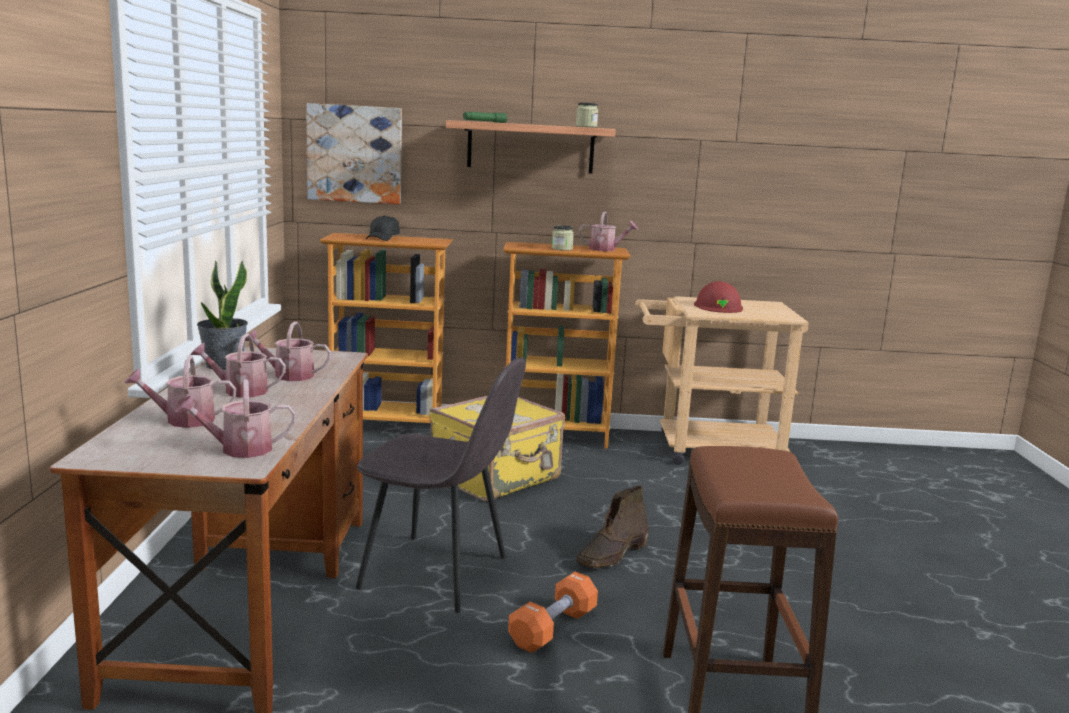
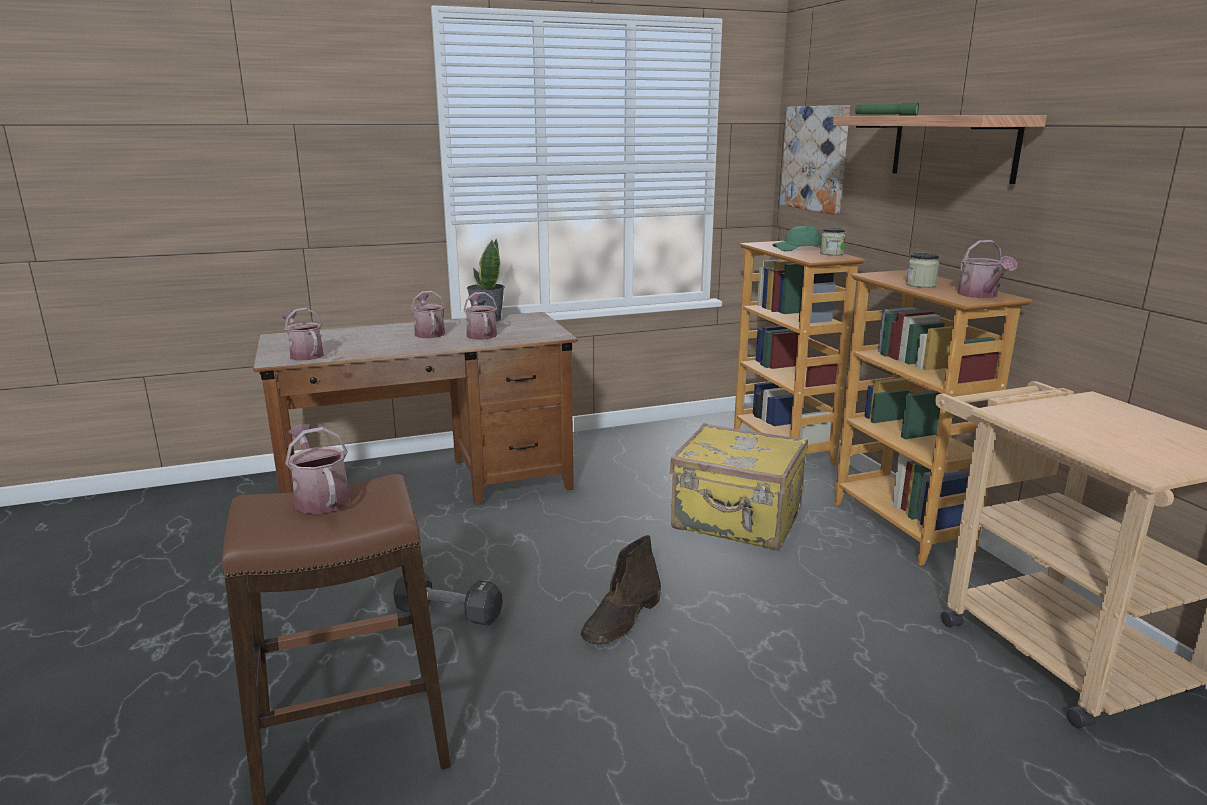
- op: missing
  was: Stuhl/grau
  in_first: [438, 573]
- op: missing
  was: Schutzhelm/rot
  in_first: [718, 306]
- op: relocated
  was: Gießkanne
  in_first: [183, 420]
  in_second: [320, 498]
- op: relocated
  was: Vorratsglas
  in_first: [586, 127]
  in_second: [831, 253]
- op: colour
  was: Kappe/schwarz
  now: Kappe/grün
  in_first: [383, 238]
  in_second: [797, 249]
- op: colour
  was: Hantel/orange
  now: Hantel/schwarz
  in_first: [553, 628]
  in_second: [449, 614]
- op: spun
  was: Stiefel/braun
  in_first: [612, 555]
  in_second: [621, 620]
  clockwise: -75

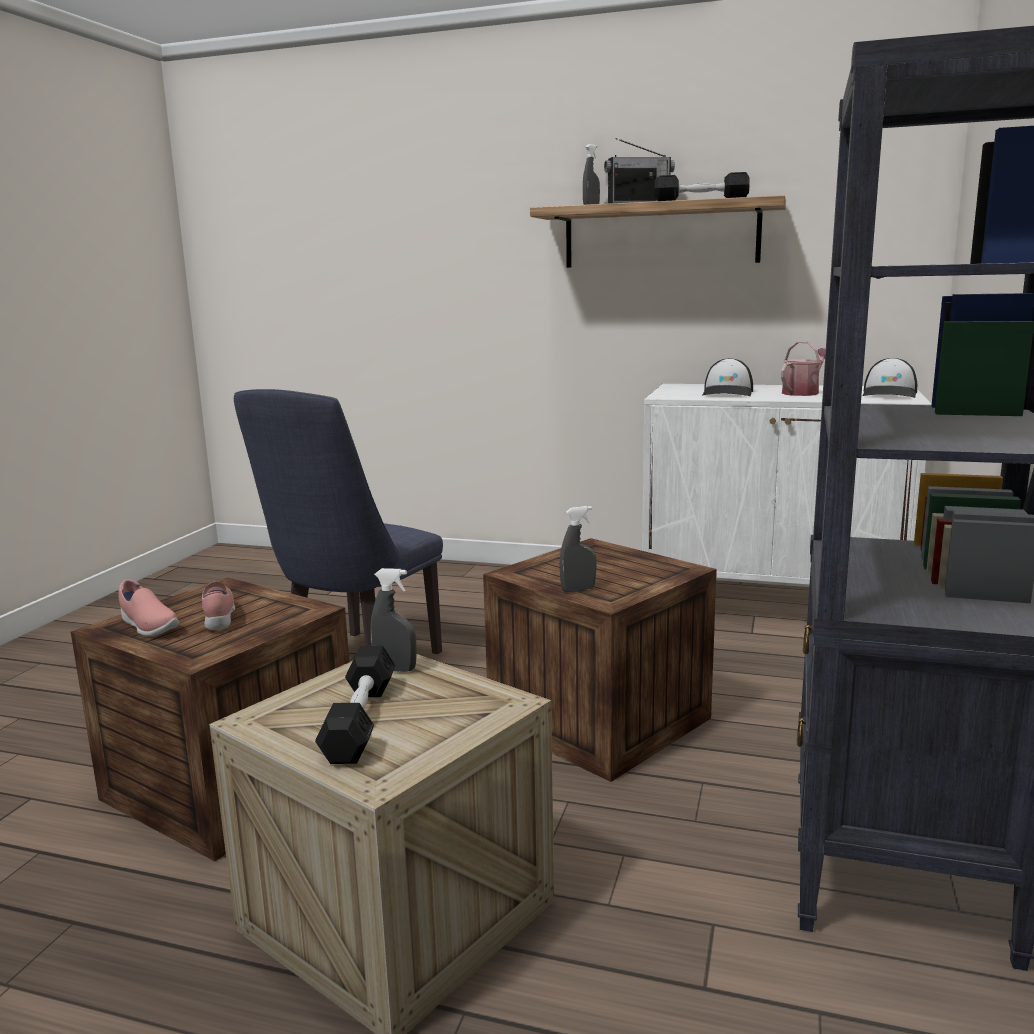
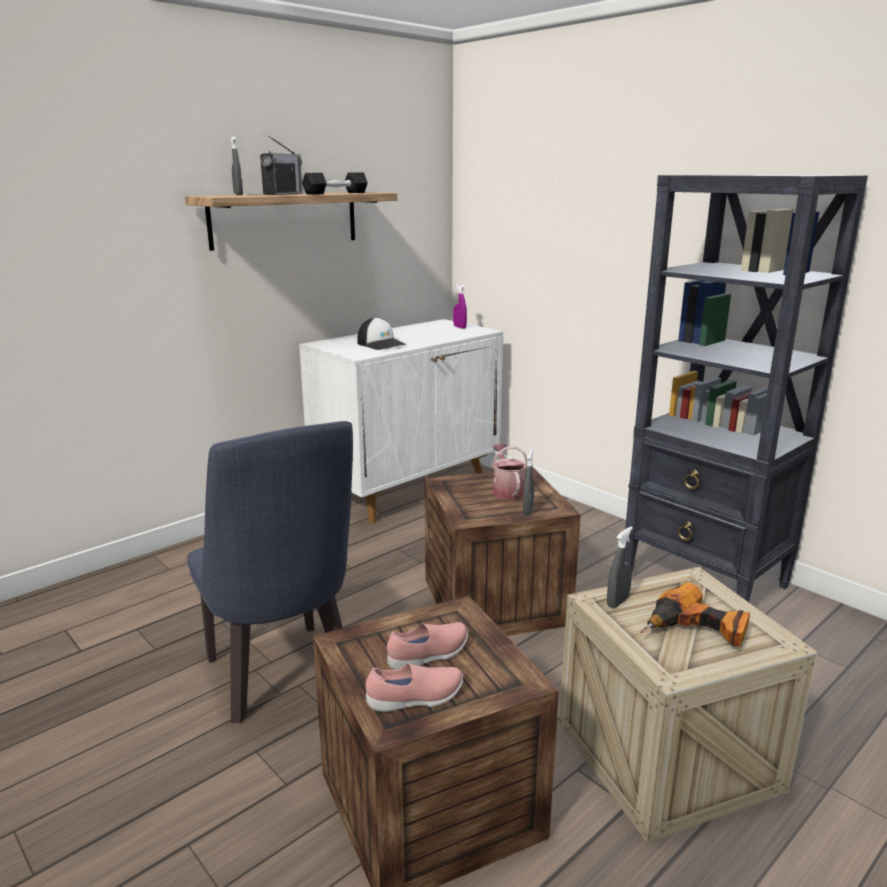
- op: relocated
  was: Gießkanne
  in_first: [803, 393]
  in_second: [507, 490]
- op: exchanged
  was: Hantel/schwarz
  now: Bohrmaschine
  in_first: [360, 721]
  in_second: [696, 632]
- op: exchanged
  was: Kappe
  now: Sprühflasche/lila
  in_first: [890, 394]
  in_second: [459, 327]
- op: spun
  was: Schuh/rosa
  in_first: [219, 616]
  in_second: [429, 656]
  clockwise: 135

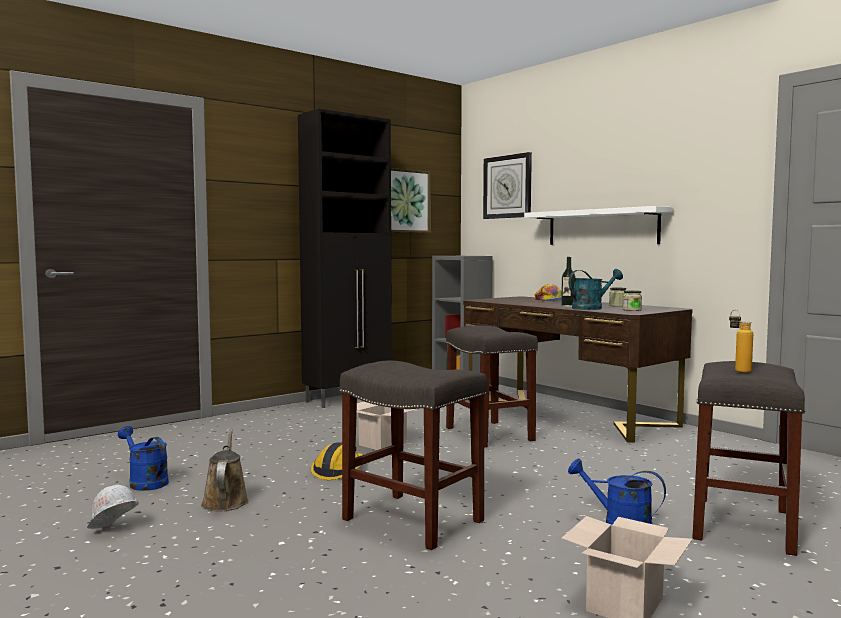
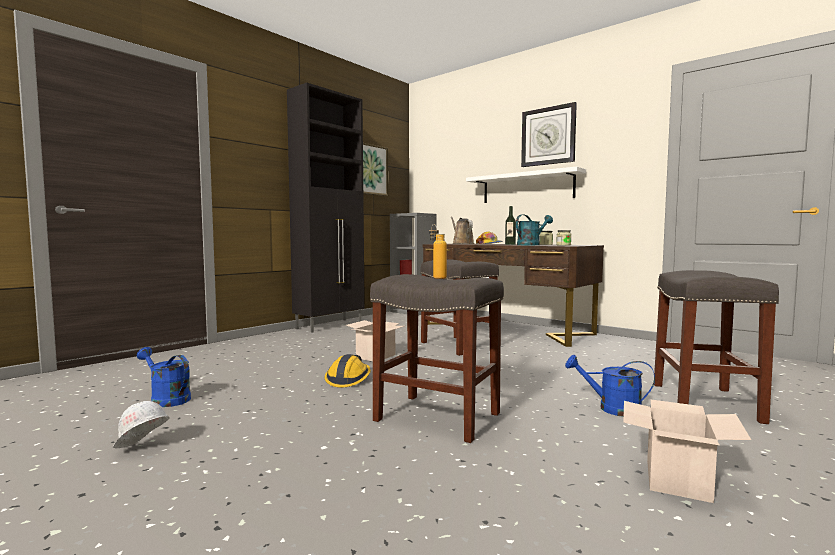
- op: relocated
  was: Gießkanne/braun
  in_first: [225, 501]
  in_second: [462, 244]
- op: relocated
  was: Wanduhr
  in_first: [507, 187]
  in_second: [548, 136]
- op: relocated
  was: Flasche
  in_first: [738, 370]
  in_second: [437, 277]

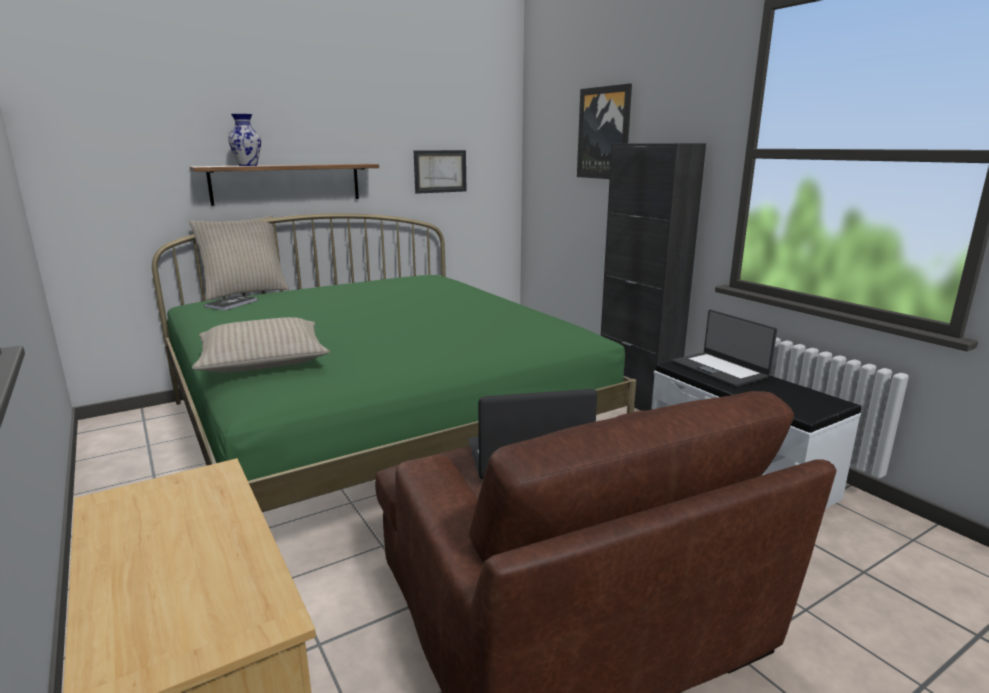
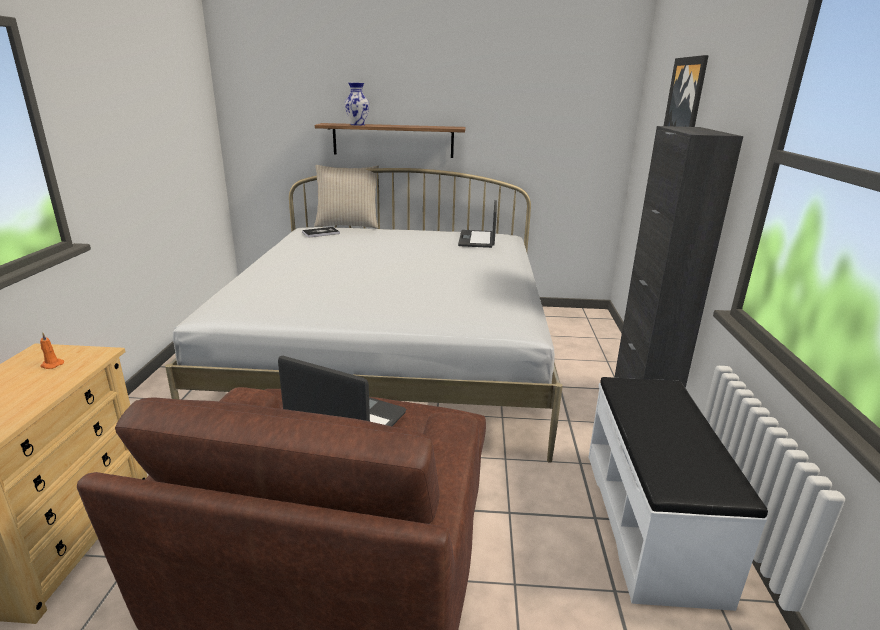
- op: missing
  was: Kissen/beige
  in_first: [263, 360]
- op: missing
  was: Bild
  in_first: [440, 171]
- op: appeared
  now: Kerze/orange
  in_second: [51, 365]
- op: relocated
  was: Laptop
  in_first: [720, 369]
  in_second: [478, 239]
- op: colour
  was: Bett/grün
  now: Bett/weiß
  in_first: [380, 428]
  in_second: [392, 358]

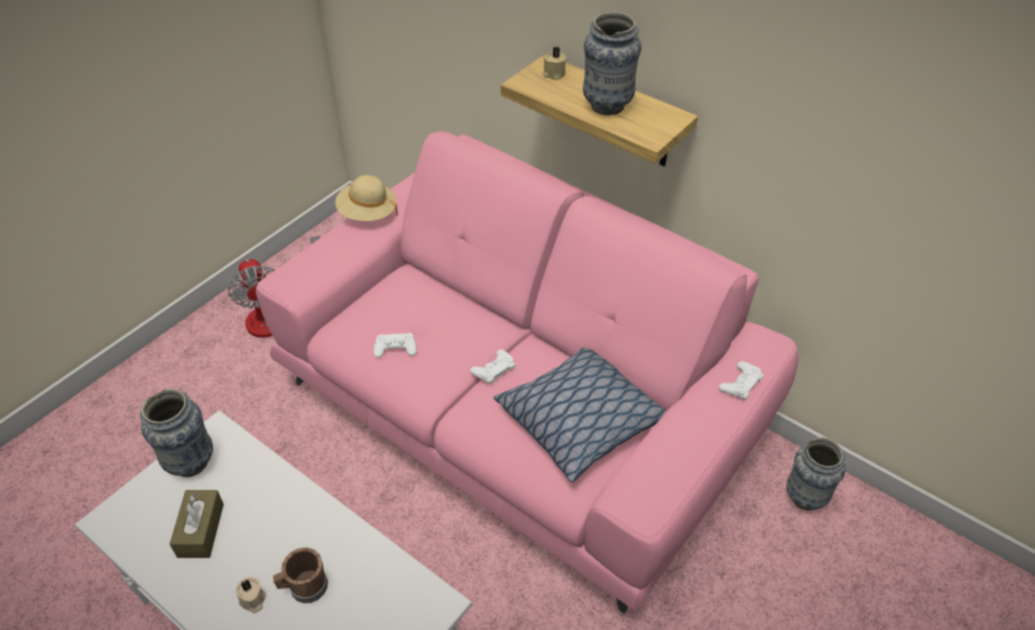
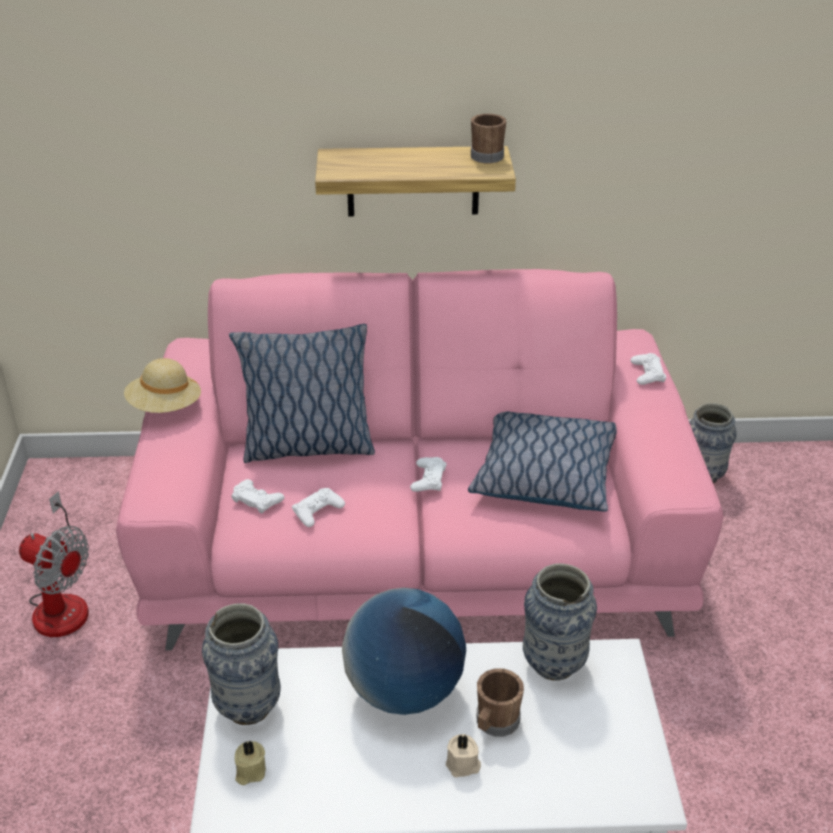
- op: missing
  was: Taschentuchbox/braun
  in_first: [201, 530]
- op: appeared
  now: Kissen
  in_second: [307, 447]
- op: appeared
  now: Gamepad/weiß
  in_second: [257, 499]
- op: appeared
  now: Globus
  in_second: [404, 691]
- op: appeared
  now: Henkelbecher/braun
  in_second: [487, 155]
- op: relocated
  was: Kerze/beige
  in_first: [554, 74]
  in_second: [250, 772]
- op: relocated
  was: Vase
  in_first: [607, 106]
  in_second: [554, 664]

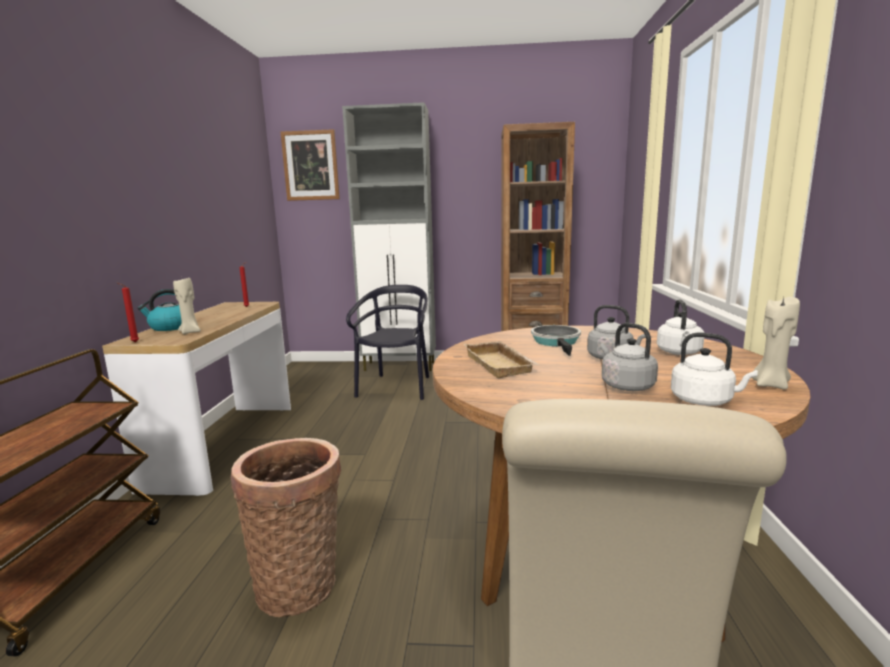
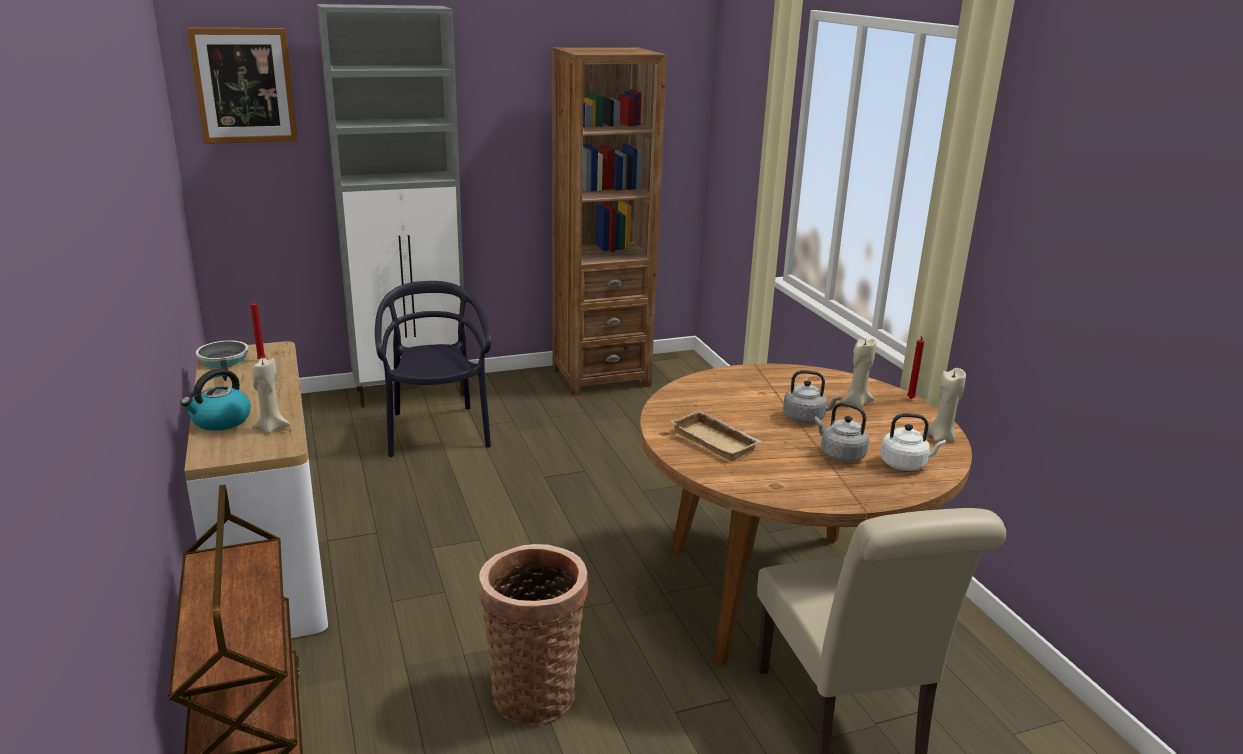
- op: relocated
  was: Kerze/rot
  in_first: [133, 342]
  in_second: [910, 399]
- op: relocated
  was: Pfanne
  in_first: [557, 342]
  in_second: [224, 361]
- op: exchanged
  was: Wasserkessel/weiß
  now: Kerze/beige
  in_first: [679, 353]
  in_second: [856, 402]

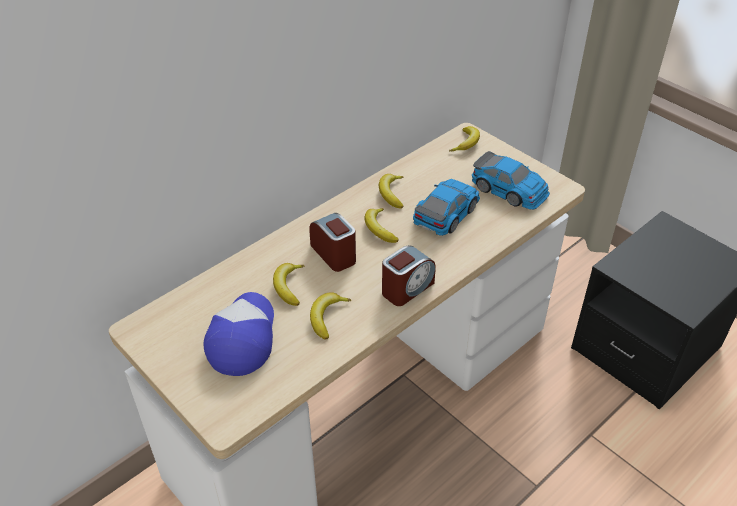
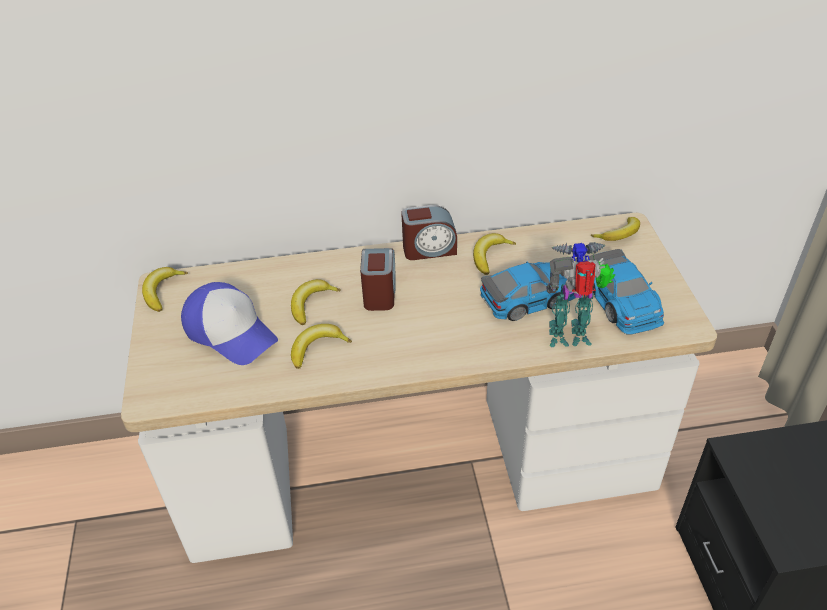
- op: appeared
  now: Spielzeugroboter
  in_second: [571, 337]
- op: relocated
  was: Banane
  in_first: [379, 229]
  in_second: [162, 291]
- op: relocated
  was: Wecker
  in_first: [407, 288]
  in_second: [429, 249]
- op: spun
  was: Kappe
  in_first: [242, 337]
  in_second: [231, 332]
  clockwise: 90

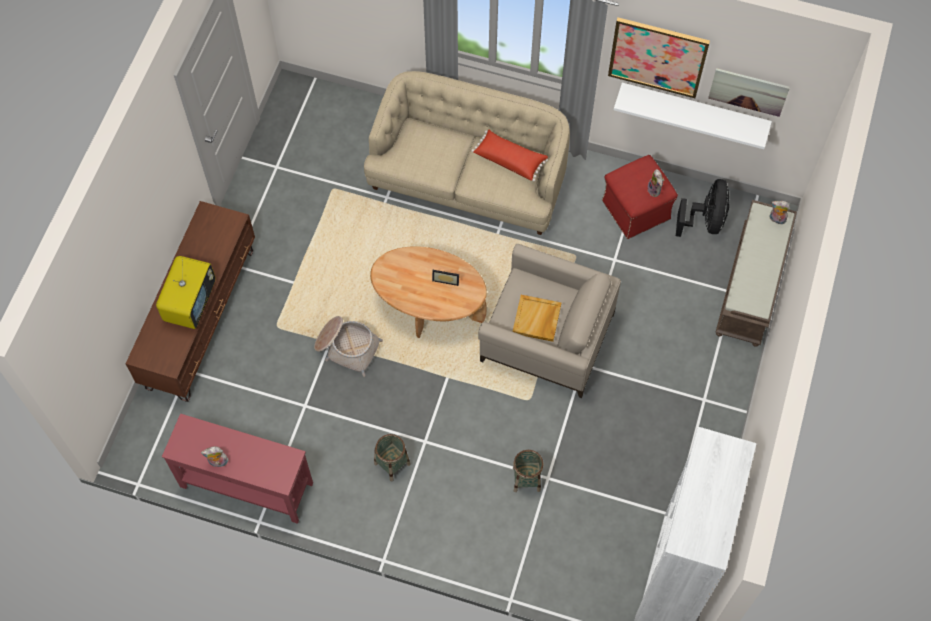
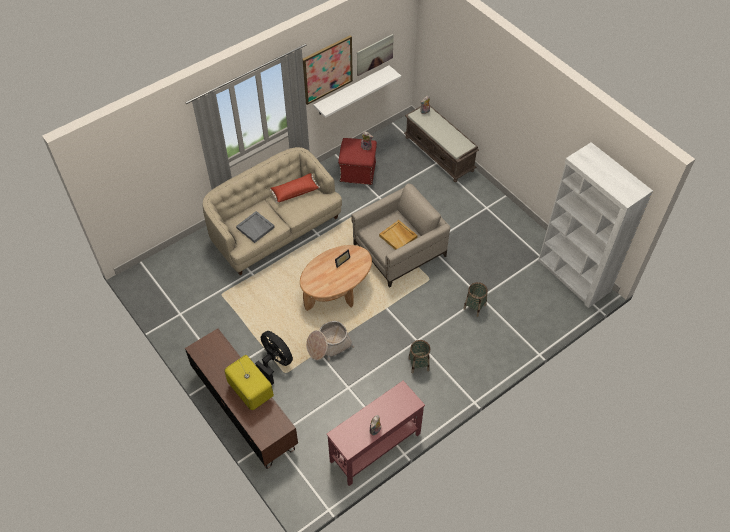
- op: appeared
  now: Tablett/grau
  in_second: [256, 228]
- op: relocated
  was: Ventilator/schwarz
  in_first: [705, 221]
  in_second: [275, 362]

